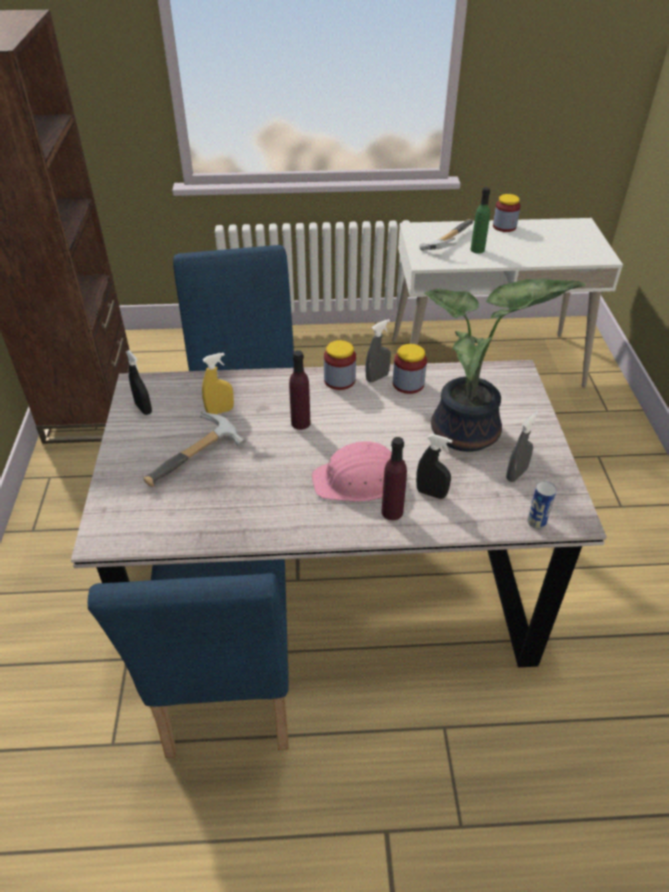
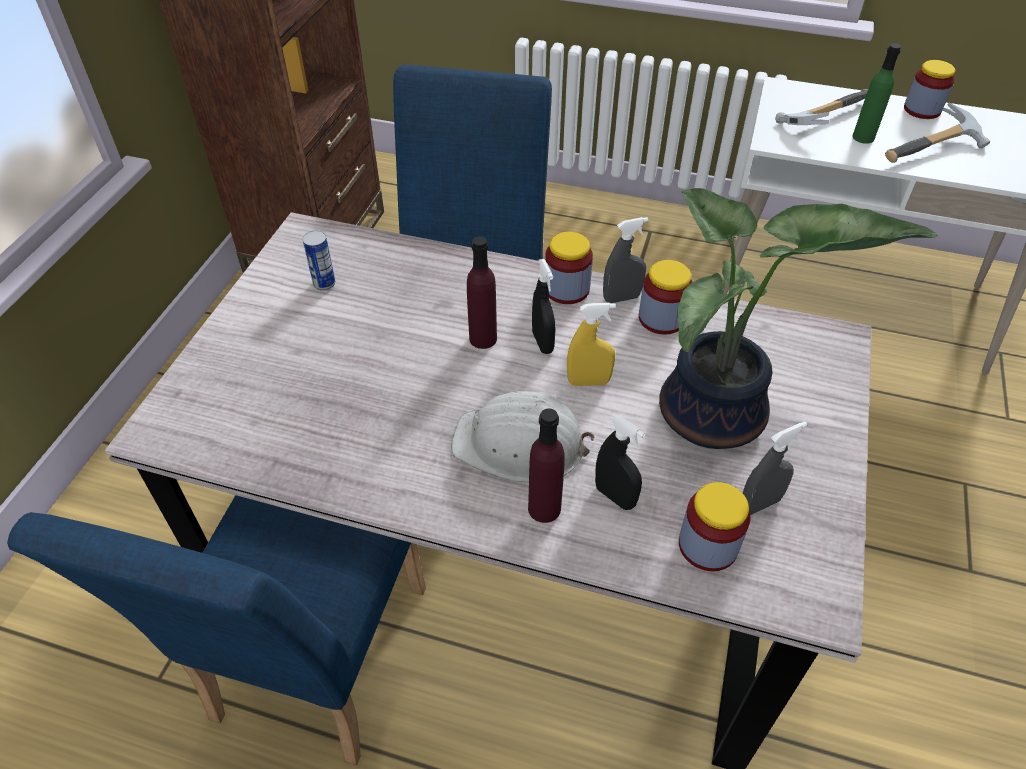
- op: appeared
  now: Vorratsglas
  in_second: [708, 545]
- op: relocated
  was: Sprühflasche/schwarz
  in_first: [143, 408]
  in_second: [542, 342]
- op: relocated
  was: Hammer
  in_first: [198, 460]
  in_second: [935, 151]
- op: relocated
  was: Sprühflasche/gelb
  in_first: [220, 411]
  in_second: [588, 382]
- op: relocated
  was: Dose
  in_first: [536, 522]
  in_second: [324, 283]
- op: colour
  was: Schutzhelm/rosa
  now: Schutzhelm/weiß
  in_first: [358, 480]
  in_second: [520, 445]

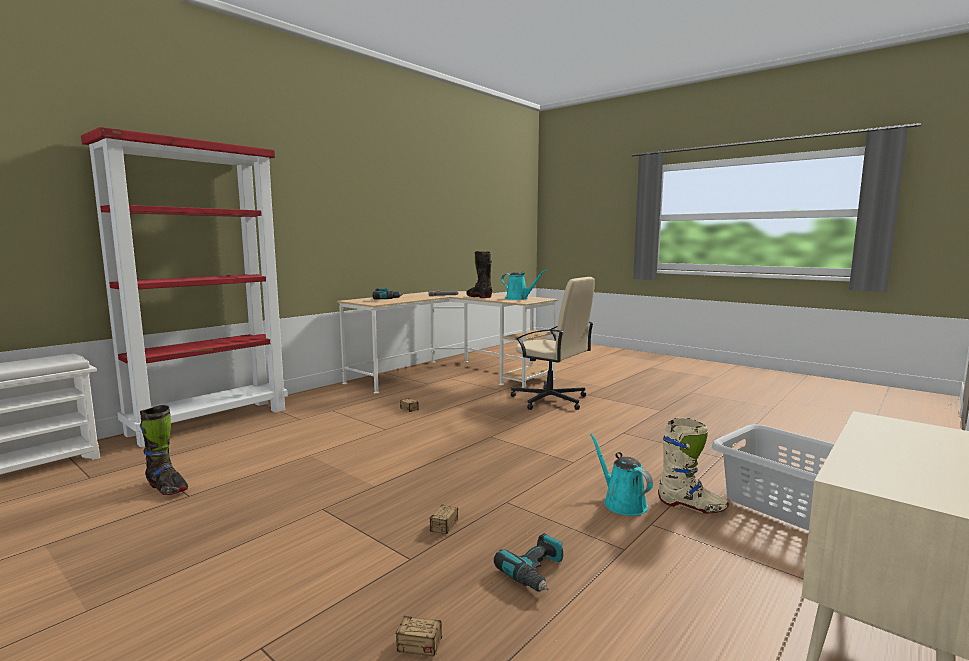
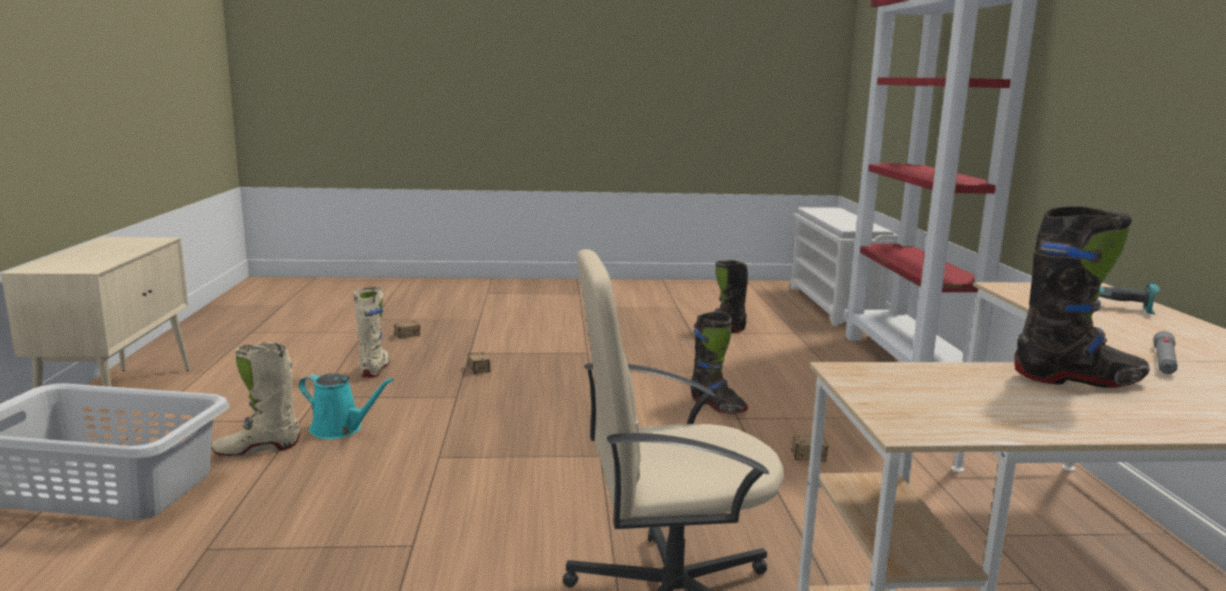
- op: missing
  was: Gießkanne/türkis
  in_first: [519, 298]
- op: appeared
  now: Stiefel/schwarz
  in_second: [717, 406]
- op: exchanged
  was: Bohrmaschine
  now: Stiefel/beige
  in_first: [536, 572]
  in_second: [375, 369]

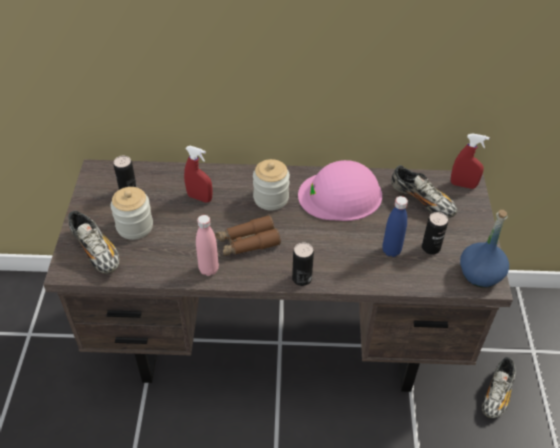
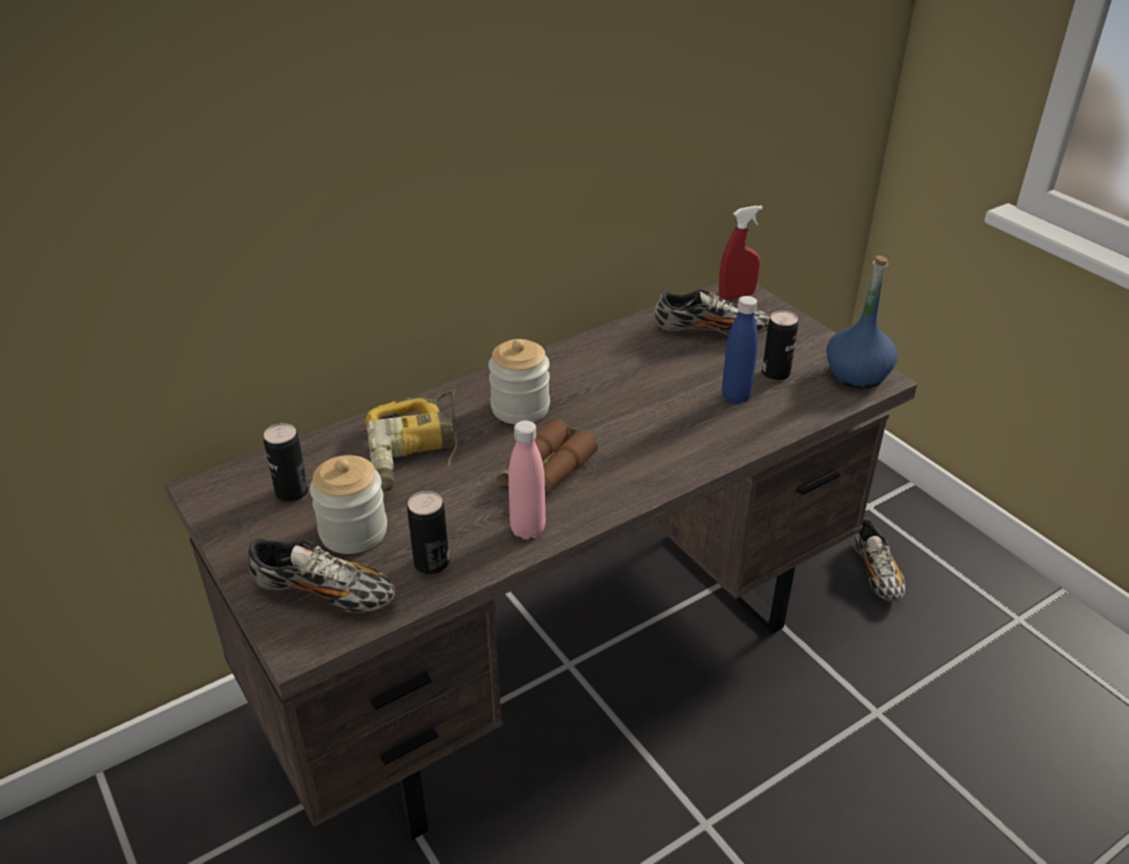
- op: missing
  was: Schutzhelm/rosa
  in_first: [341, 195]
- op: relocated
  was: Dose
  in_first: [302, 278]
  in_second: [431, 563]
- op: exchanged
  was: Sprühflasche/rot
  now: Bohrmaschine
  in_first: [199, 198]
  in_second: [416, 451]

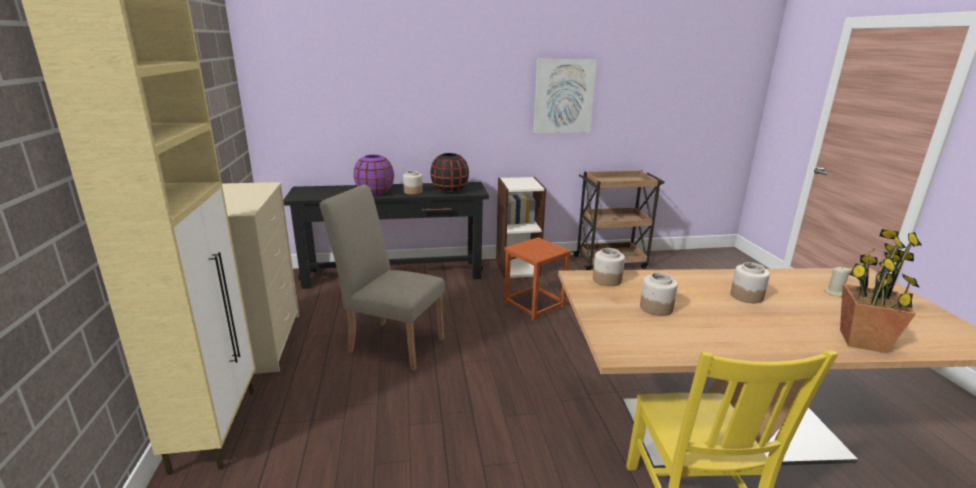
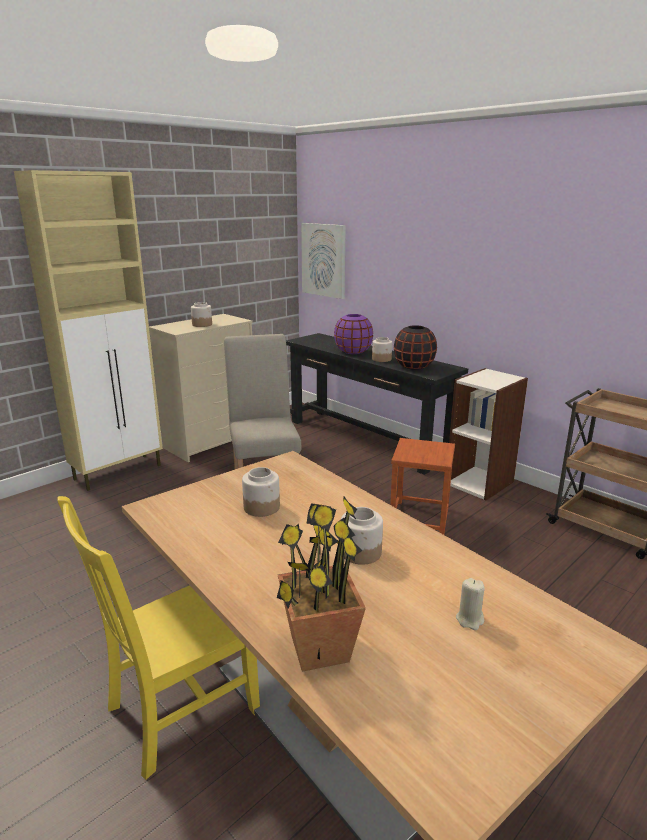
- op: relocated
  was: Bild
  in_first: [563, 96]
  in_second: [324, 260]
- op: relocated
  was: Vorratsglas
  in_first: [606, 280]
  in_second: [202, 324]

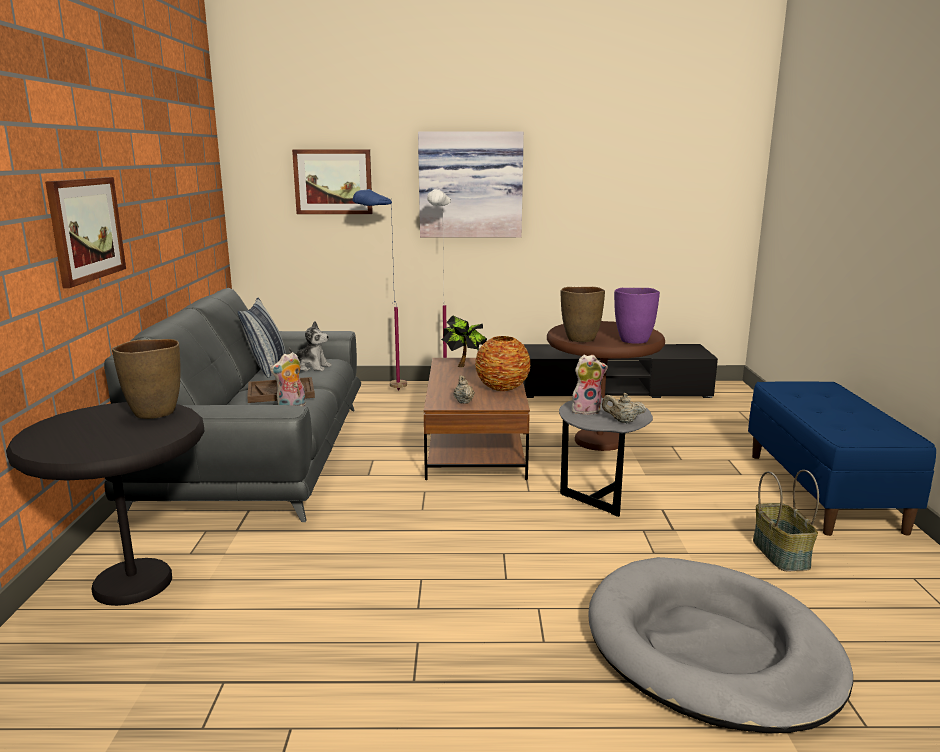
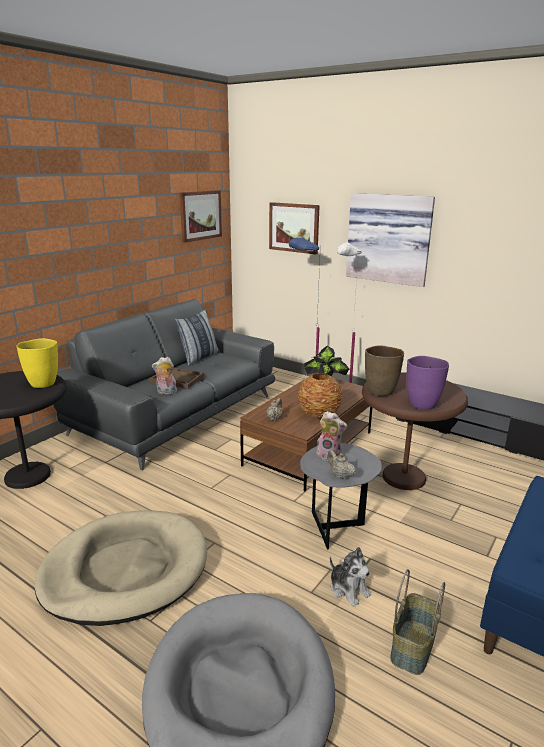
- op: appeared
  now: Hundebett/beige
  in_second: [125, 570]
- op: relocated
  was: Bild
  in_first: [86, 229]
  in_second: [200, 215]
- op: relocated
  was: Plüschtier
  in_first: [312, 367]
  in_second: [348, 589]
- op: colour
  was: Vase/braun
  now: Vase/gelb
  in_first: [154, 413]
  in_second: [43, 383]

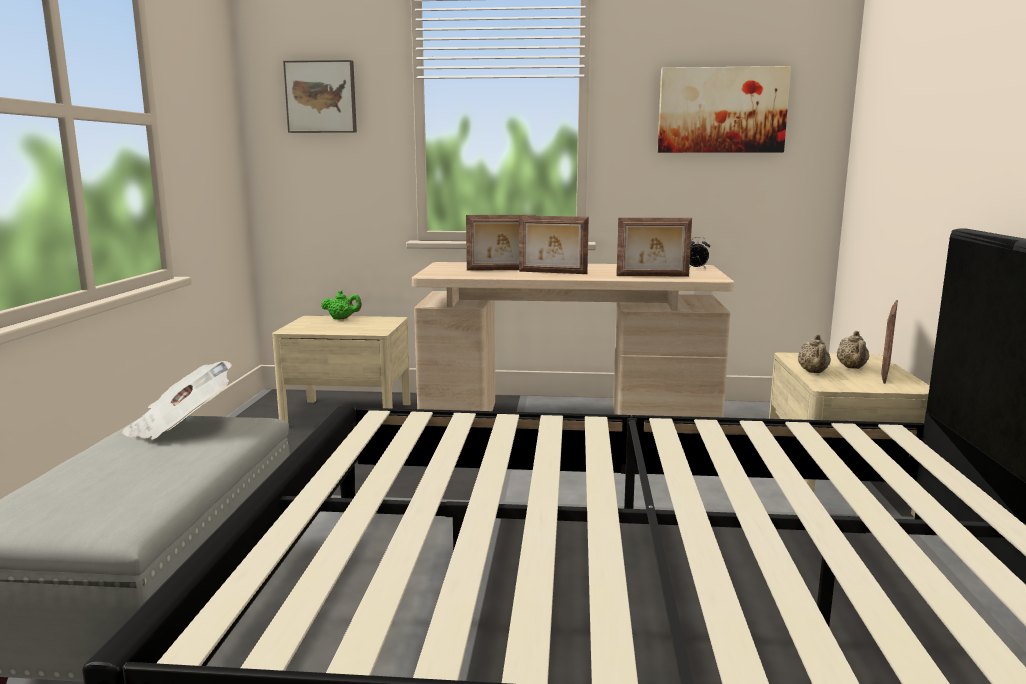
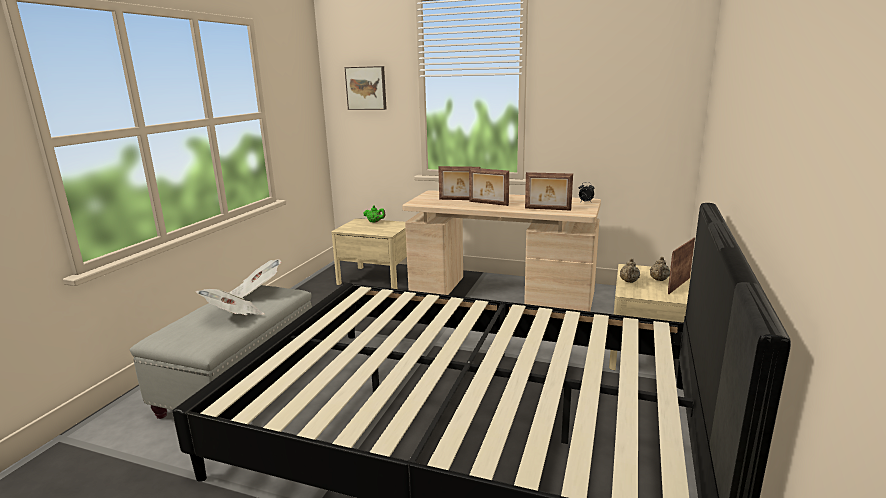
- op: missing
  was: Bild
  in_first: [721, 110]
- op: appeared
  now: Zeitung
  in_second: [234, 316]

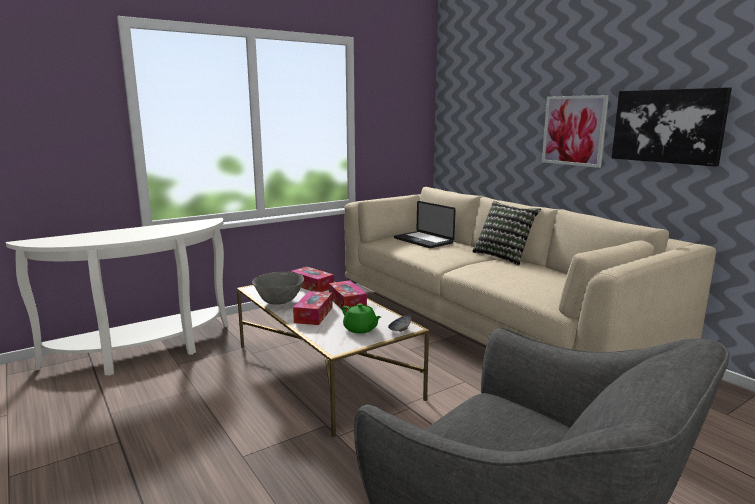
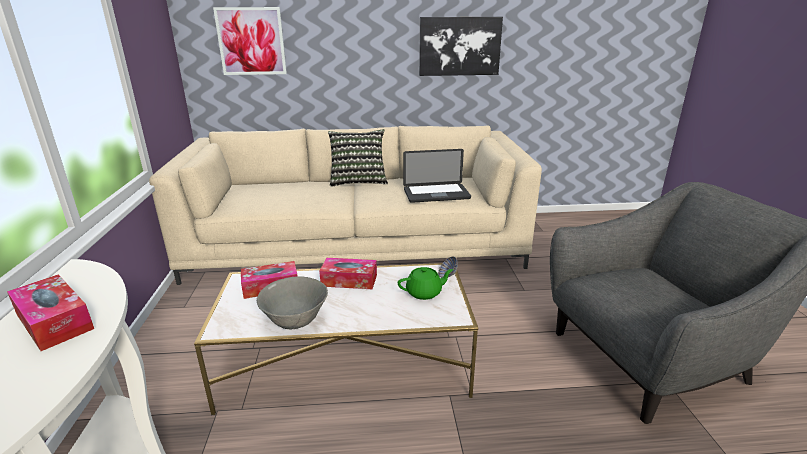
- op: relocated
  was: Taschentuchbox
  in_first: [313, 315]
  in_second: [55, 322]
- op: relocated
  was: Laptop
  in_first: [423, 241]
  in_second: [436, 194]
- op: relocated
  was: Bild
  in_first: [574, 130]
  in_second: [251, 41]

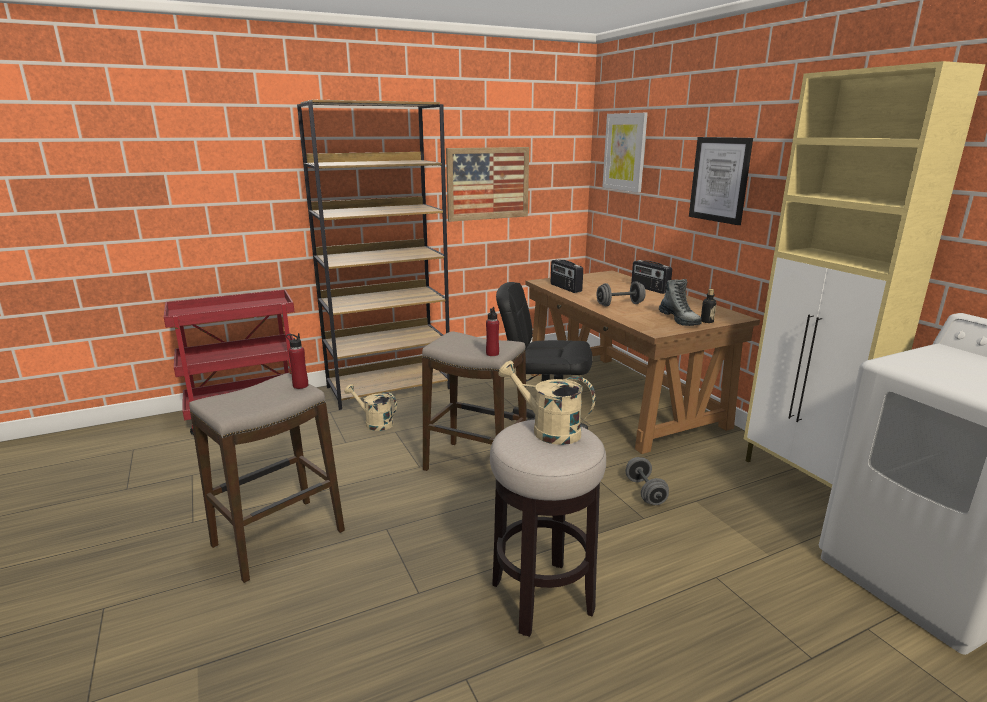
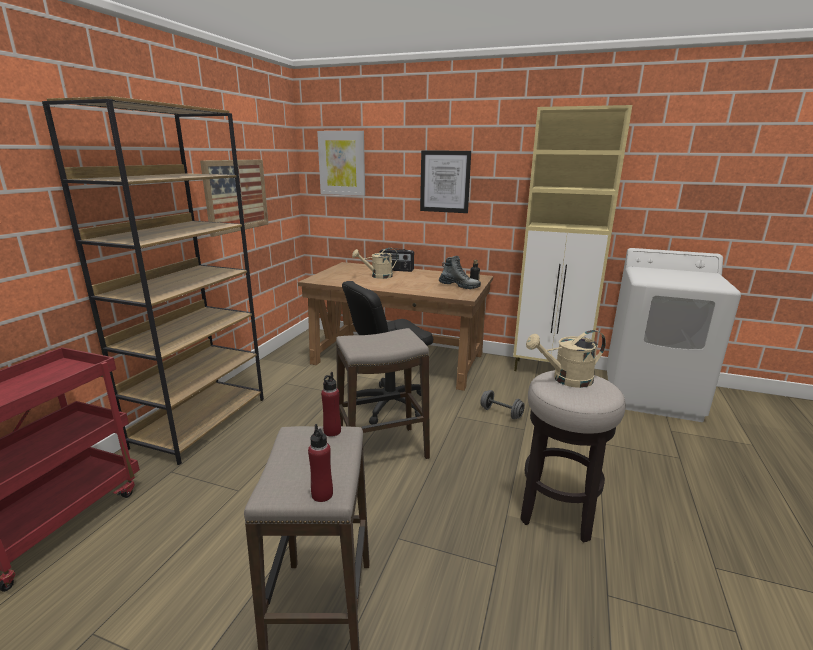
- op: missing
  was: Radio
  in_first: [565, 288]
- op: missing
  was: Hantel/grau
  in_first: [620, 304]
- op: relocated
  was: Gießkanne/beige
  in_first: [374, 423]
  in_second: [378, 276]
- op: relocated
  was: Flasche/rot
  in_first: [492, 354]
  in_second: [322, 494]

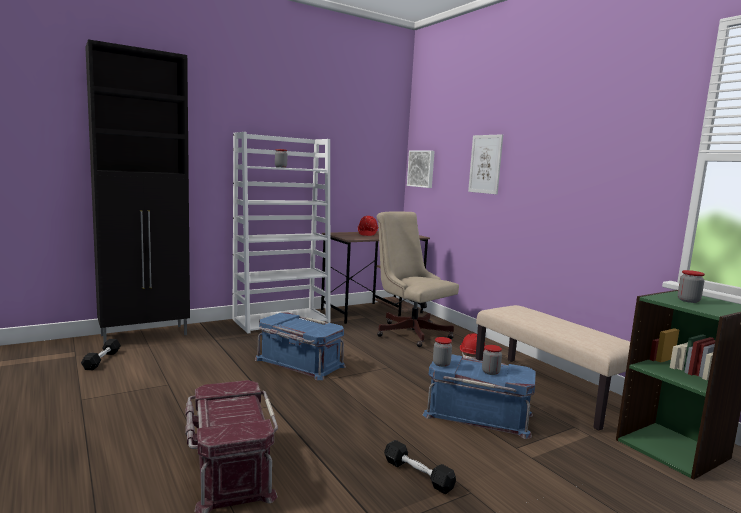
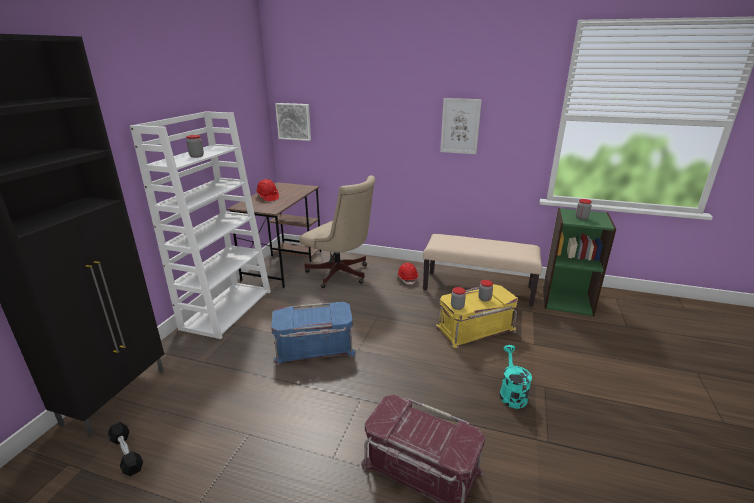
- op: relocated
  was: Bild
  in_first: [485, 164]
  in_second: [460, 126]
- op: exchanged
  was: Hantel/schwarz
  now: Gießkanne/türkis
  in_first: [418, 475]
  in_second: [511, 393]
- op: colour
  was: Aufbewahrungsbox/blau
  now: Aufbewahrungsbox/gelb
  in_first: [478, 414]
  in_second: [475, 328]
- op: spun
  was: Bürostuhl/beige
  in_first: [410, 332]
  in_second: [341, 275]
  clockwise: -150

